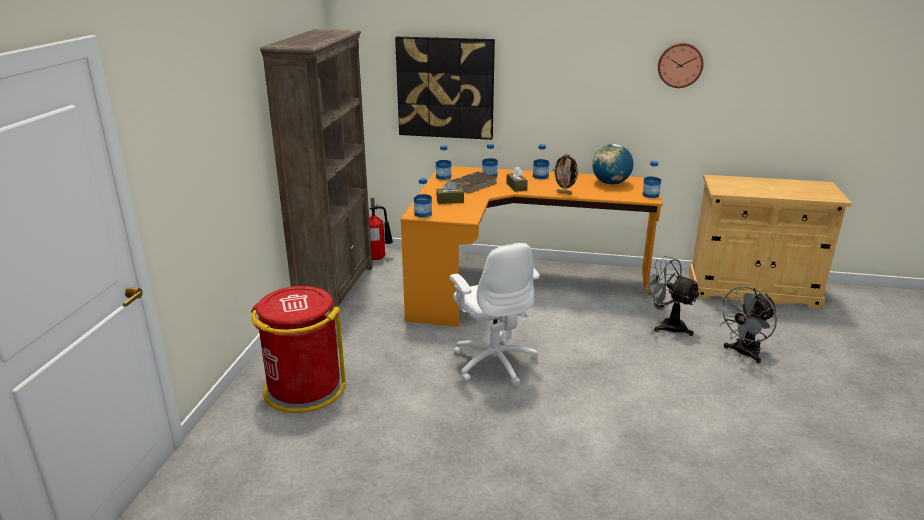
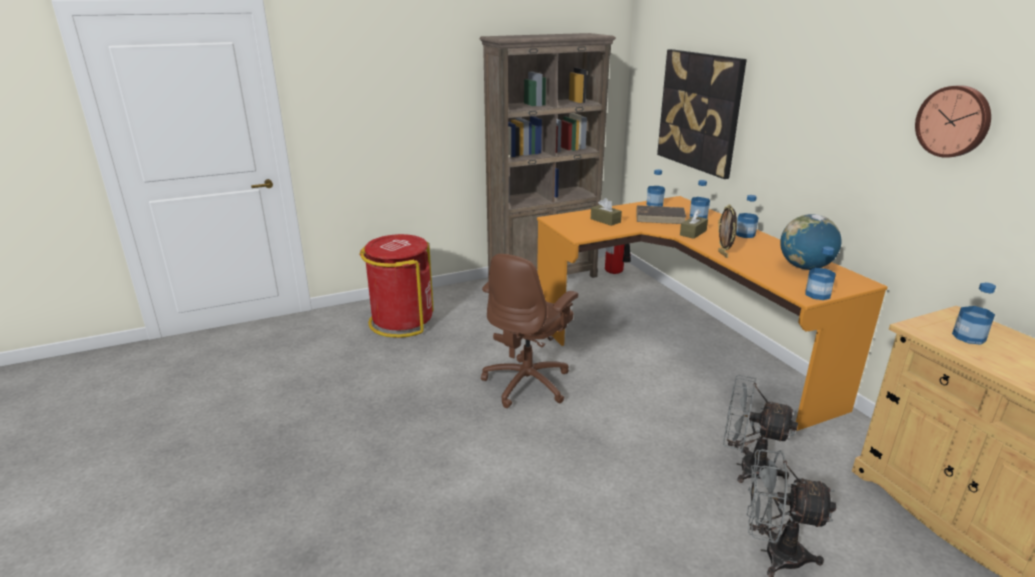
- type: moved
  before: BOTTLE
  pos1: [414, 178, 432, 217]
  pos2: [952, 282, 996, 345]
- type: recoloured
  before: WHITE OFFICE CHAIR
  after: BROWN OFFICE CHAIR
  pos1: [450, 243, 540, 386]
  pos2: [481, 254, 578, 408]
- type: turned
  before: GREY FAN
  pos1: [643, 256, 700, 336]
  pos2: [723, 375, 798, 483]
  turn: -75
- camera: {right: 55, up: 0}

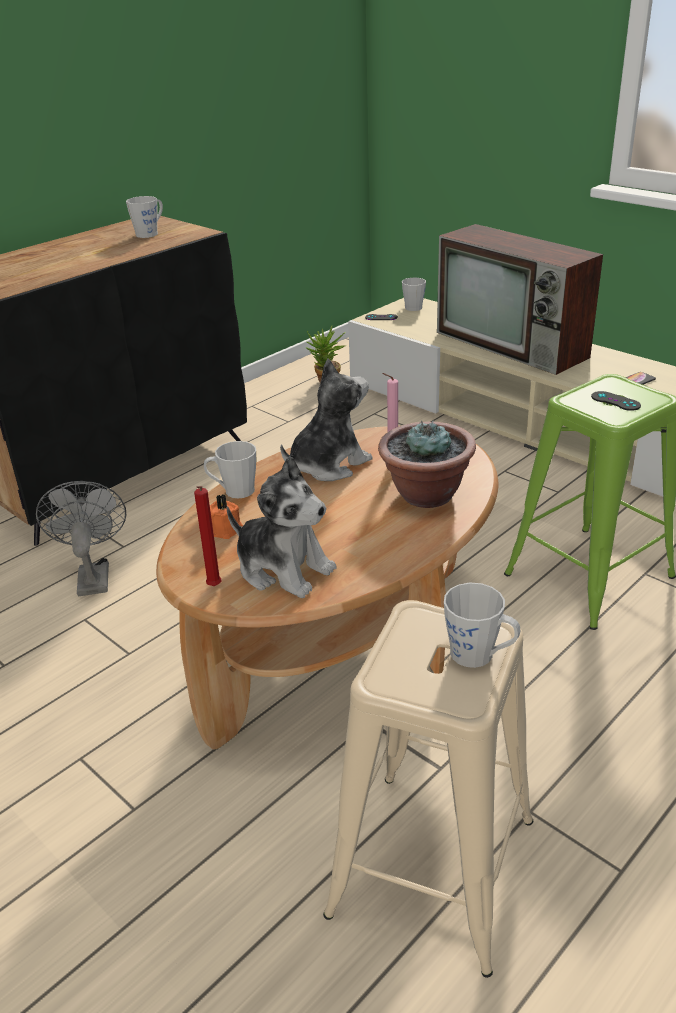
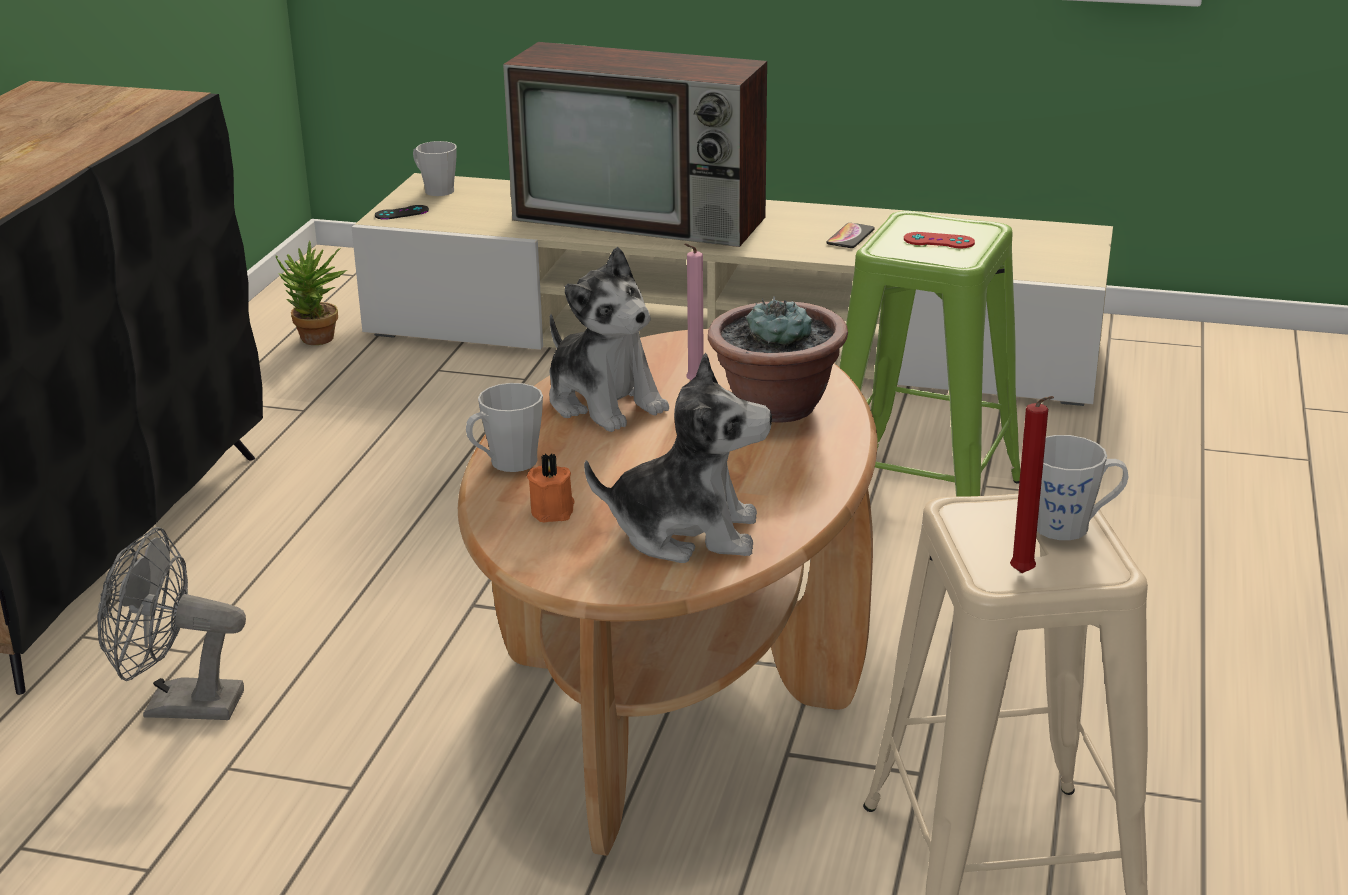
- type: removed
  before: GREY MUG
  pos1: [126, 196, 163, 238]
- type: turned
  before: PLUSH TOY
  pos1: [280, 358, 372, 481]
  pos2: [549, 247, 669, 432]
  turn: 120
- type: recoloured
  before: BLACK GAME CONTROLLER
  after: RED GAME CONTROLLER
  pos1: [591, 391, 641, 411]
  pos2: [904, 232, 975, 248]
- type: turned
  before: GREY FAN
  pos1: [36, 481, 126, 596]
  pos2: [97, 527, 246, 720]
  turn: -45
- type: moved
  before: RED CANDLE
  pos1: [194, 486, 221, 586]
  pos2: [1010, 396, 1054, 573]
- camera: {right: -30, up: -5}

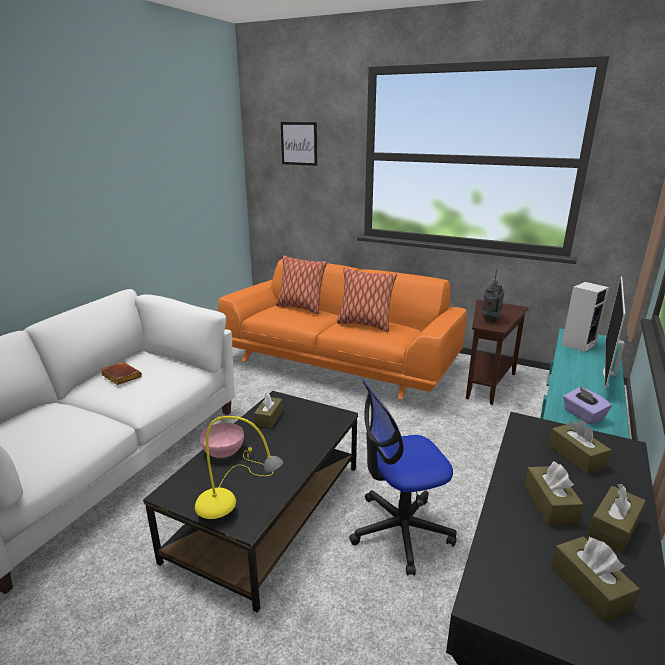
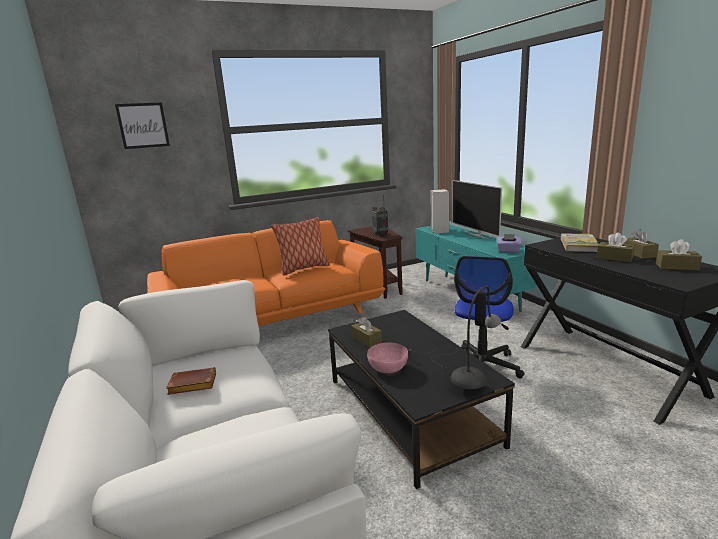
- type: removed
  before: PILLOW
  pos1: [276, 255, 327, 315]
- type: recoloured
  before: YELLOW TABLE LAMP
  after: GREY TABLE LAMP
  pos1: [195, 416, 283, 519]
  pos2: [408, 286, 501, 389]
- type: replaced
  before: BROWN TISSUE BOX
  after: BOOK
  pos1: [549, 420, 611, 474]
  pos2: [561, 233, 599, 252]
- camera: {right: -50, up: -5}

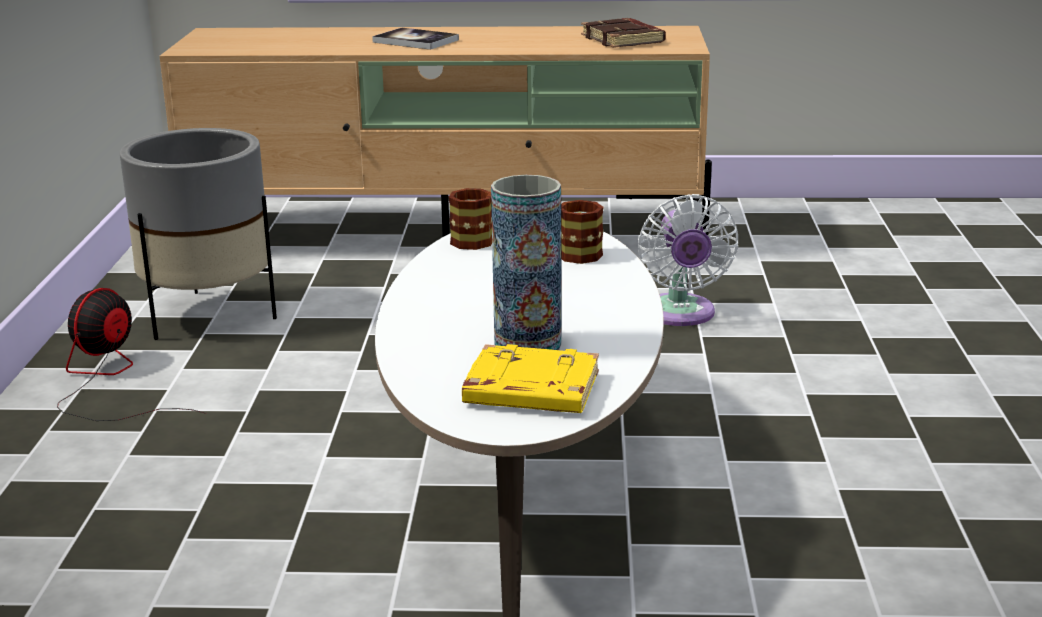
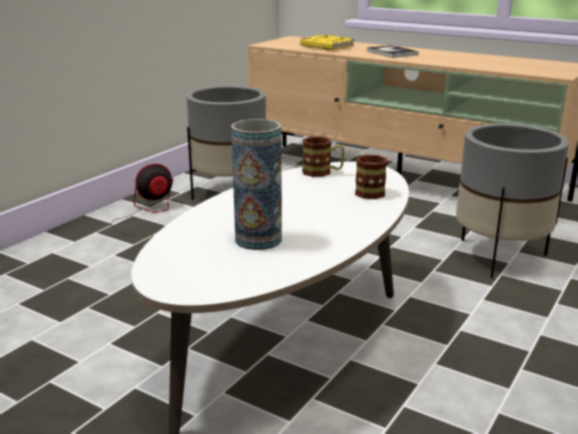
- type: removed
  before: BROWN BOOK
  pos1: [581, 18, 666, 48]
- type: replaced
  before: WHITE FAN
  after: GREY PLANTER
  pos1: [638, 194, 738, 326]
  pos2: [456, 123, 569, 278]
- type: moved
  before: YELLOW BOOK
  pos1: [462, 344, 599, 413]
  pos2: [300, 34, 354, 50]
- camera: {right: 30, up: 0}

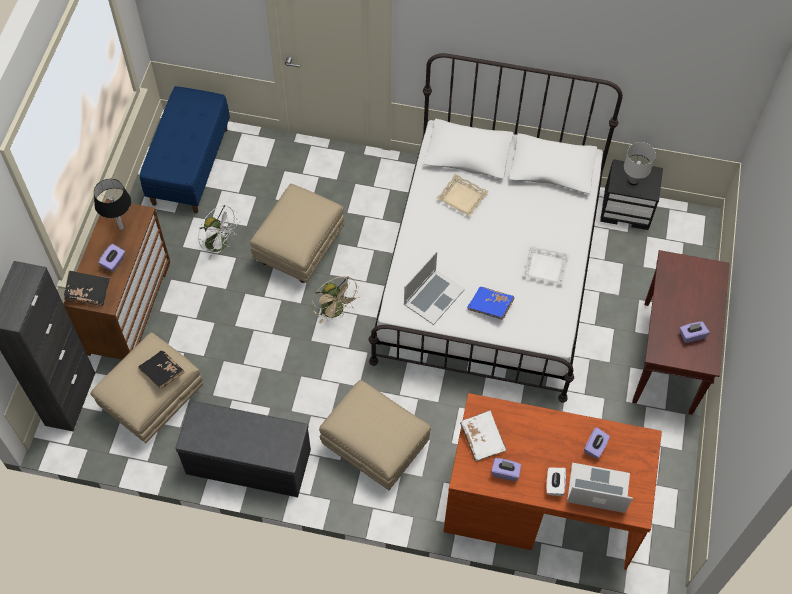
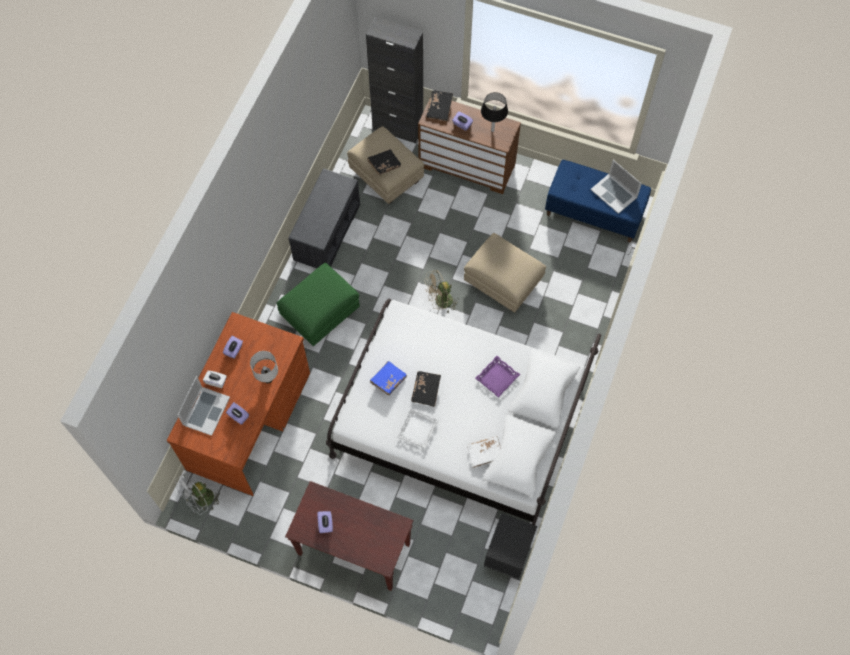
- type: moved
  before: WHITE TABLE LAMP
  pos1: [624, 142, 656, 185]
  pos2: [250, 351, 278, 383]
- type: recoloured
  before: BEIGE TRAY
  after: PURPLE TRAY
  pos1: [436, 174, 489, 216]
  pos2: [475, 356, 520, 398]
- type: moved
  before: WHITE FAN
  pos1: [198, 205, 238, 260]
  pos2: [175, 475, 219, 515]
- type: moved
  before: LAPTOP
  pos1: [404, 251, 465, 325]
  pos2: [591, 160, 642, 214]
- type: recoloured
  before: BEIGE OTTOMAN
  after: GREEN OTTOMAN
  pos1: [319, 380, 431, 490]
  pos2: [277, 262, 360, 346]
- type: moved
  before: WHITE BOOK
  pos1: [460, 410, 507, 461]
  pos2: [467, 436, 500, 468]
- type: added
  after: BLACK BOOK
  pos2: [411, 371, 441, 407]
- camera: {right: 100, up: 5}

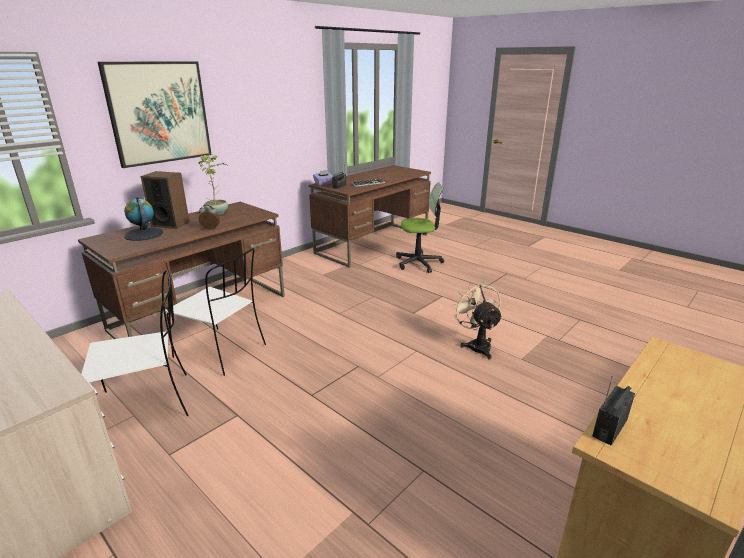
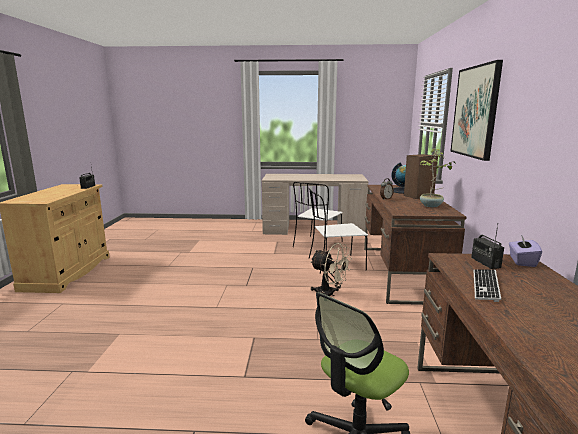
- type: moved
  before: BEIGE FAN
  pos1: [452, 281, 503, 359]
  pos2: [310, 243, 352, 296]
- camera: {right: 140, up: -10}

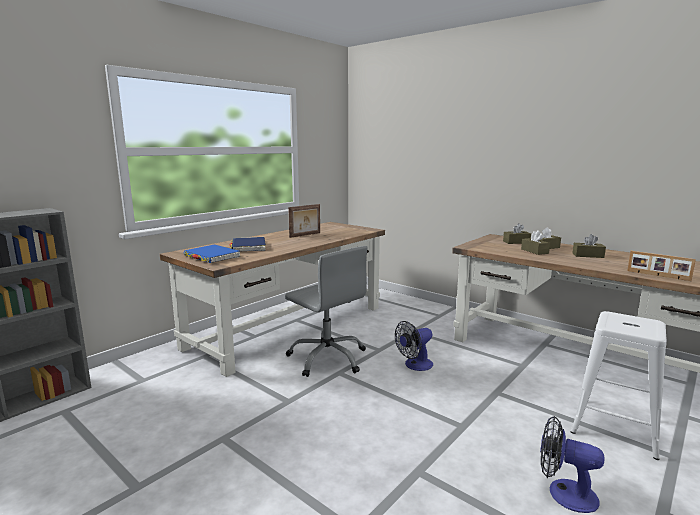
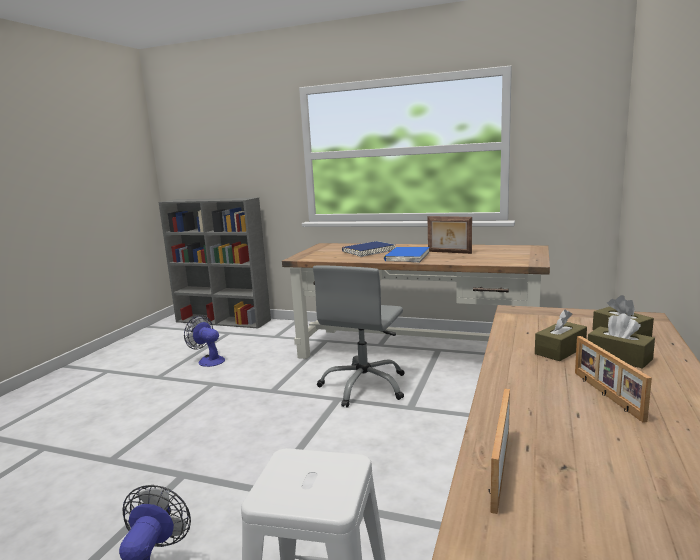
- type: replaced
  before: BROWN TISSUE BOX
  after: PICTURE FRAME
  pos1: [573, 234, 606, 258]
  pos2: [575, 336, 652, 423]
- type: moved
  before: BLUE BOOK
  pos1: [184, 245, 240, 263]
  pos2: [384, 247, 430, 263]
- type: moved
  before: FAN
  pos1: [395, 321, 433, 371]
  pos2: [184, 315, 225, 367]
- camera: {right: 70, up: 0}

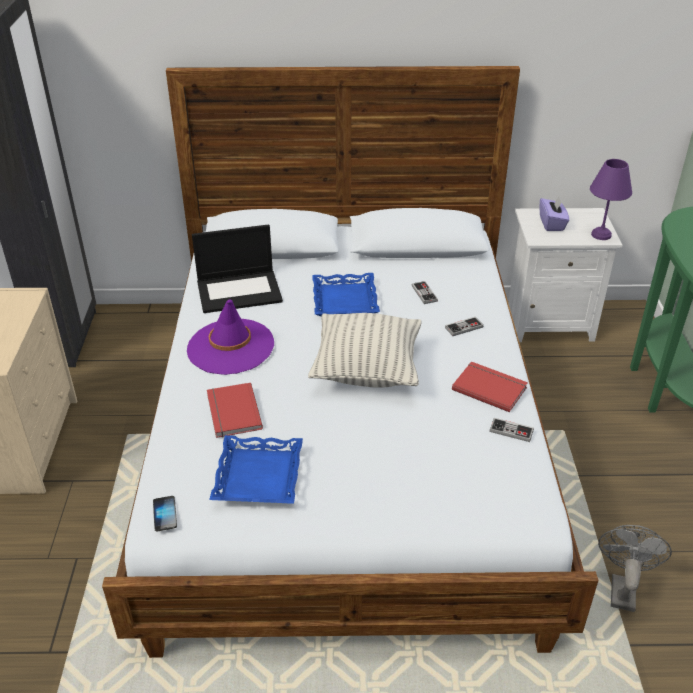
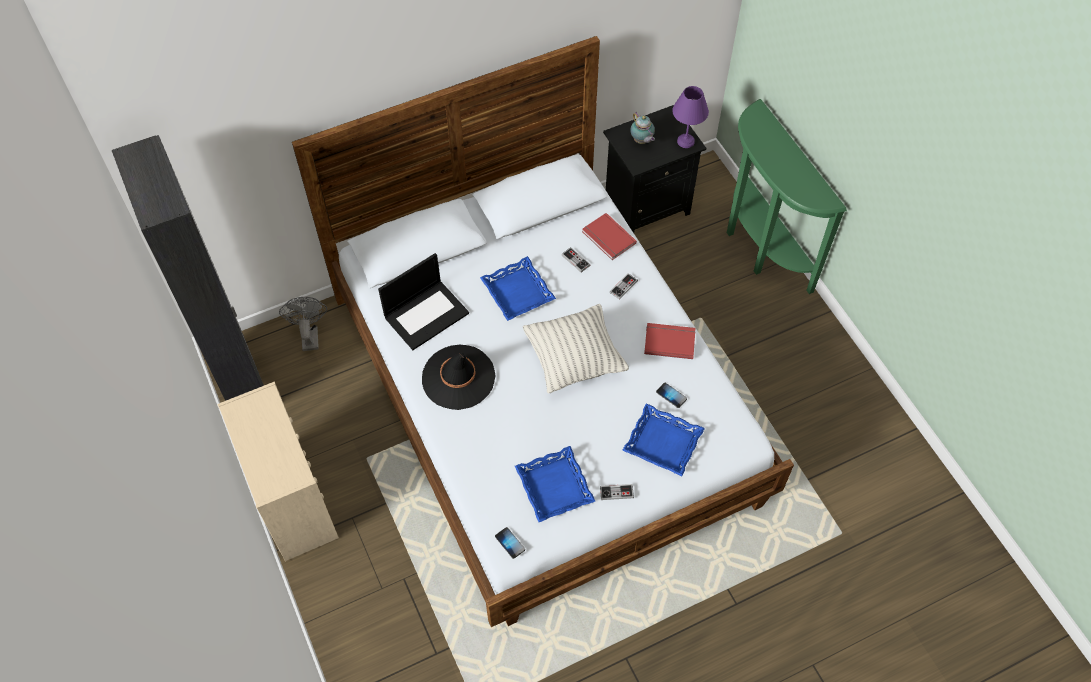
- type: replaced
  before: PURPLE TISSUE BOX
  after: TEAPOT
  pos1: [539, 196, 569, 231]
  pos2: [630, 112, 655, 144]
- type: recoloured
  before: WHITE NIGHTSTAND
  after: BLACK NIGHTSTAND
  pos1: [508, 208, 623, 342]
  pos2: [603, 105, 706, 233]
- type: recoloured
  before: PURPLE HAT
  after: BLACK HAT
  pos1: [187, 300, 274, 375]
  pos2: [422, 345, 495, 410]
- type: moved
  before: RED BOOK
  pos1: [207, 383, 263, 438]
  pos2: [582, 213, 637, 260]
- type: moved
  before: GAME CONTROLLER
  pos1: [489, 418, 534, 442]
  pos2: [600, 484, 634, 500]
- type: moved
  before: GREY FAN
  pos1: [598, 525, 672, 612]
  pos2: [279, 297, 327, 351]
- type: added
  after: PHONE
  pos2: [656, 383, 687, 408]
- type: added
  after: BLUE TRAY
  pos2: [622, 404, 705, 476]
- camera: {right: -25, up: 20}

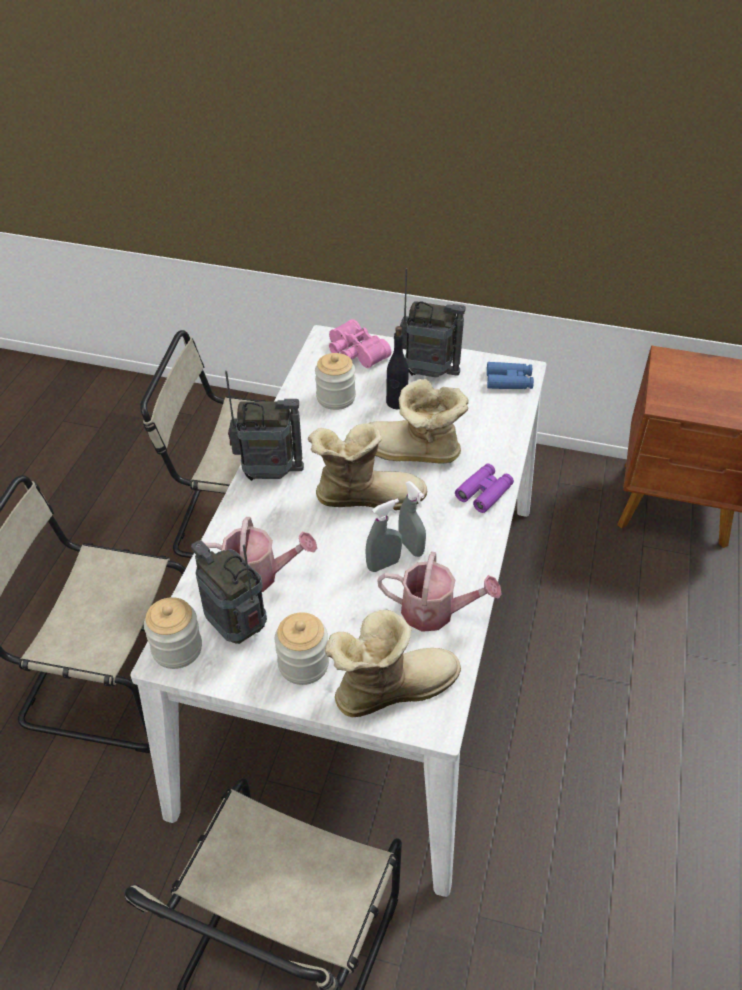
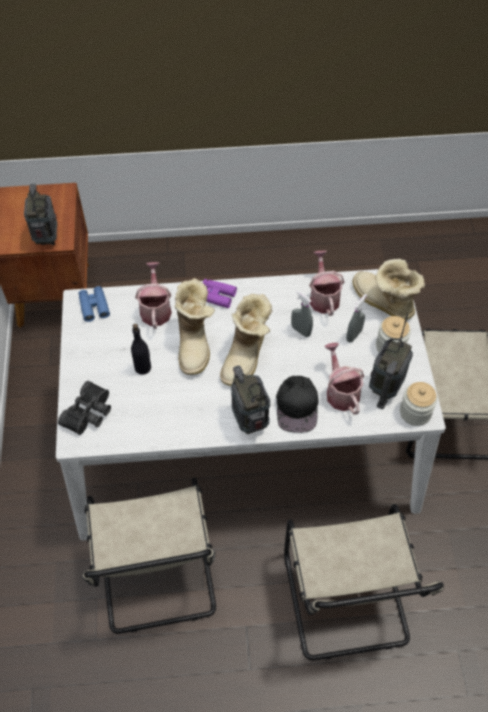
- type: moved
  before: RADIO
  pos1: [400, 268, 466, 378]
  pos2: [24, 184, 57, 245]
- type: recoloured
  before: PINK BINOCULARS
  after: BLACK BINOCULARS
  pos1: [329, 319, 391, 368]
  pos2: [58, 381, 111, 435]
- type: removed
  before: JAR
  pos1: [315, 353, 356, 410]
- type: turned
  before: BOOT
  pos1: [308, 424, 427, 511]
  pos2: [220, 294, 272, 386]
  turn: -135
- type: moved
  before: GREY SPRAY BOTTLE
  pos1: [398, 481, 426, 557]
  pos2: [346, 294, 367, 342]
- type: added
  after: WATERING CAN
  pos2: [135, 262, 172, 329]
- type: added
  after: BLACK CAP
  pos2: [276, 376, 319, 433]
- camera: {right: -110, up: 10}

